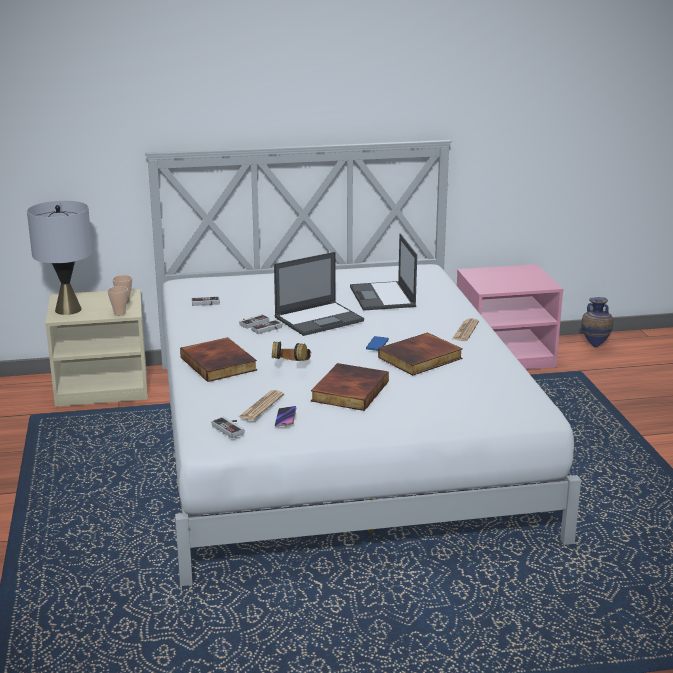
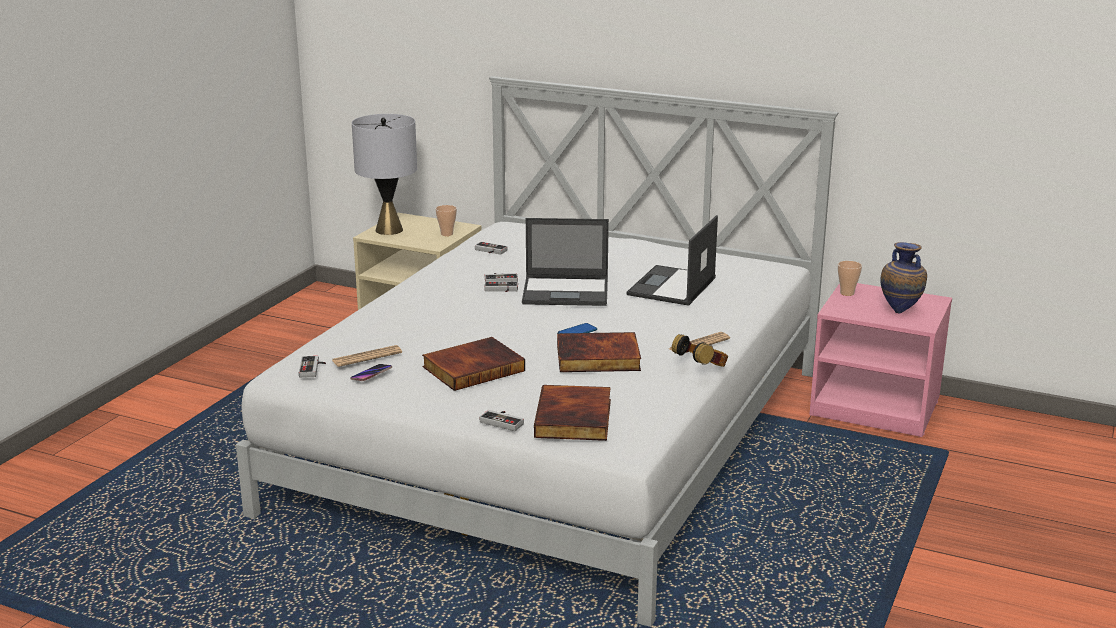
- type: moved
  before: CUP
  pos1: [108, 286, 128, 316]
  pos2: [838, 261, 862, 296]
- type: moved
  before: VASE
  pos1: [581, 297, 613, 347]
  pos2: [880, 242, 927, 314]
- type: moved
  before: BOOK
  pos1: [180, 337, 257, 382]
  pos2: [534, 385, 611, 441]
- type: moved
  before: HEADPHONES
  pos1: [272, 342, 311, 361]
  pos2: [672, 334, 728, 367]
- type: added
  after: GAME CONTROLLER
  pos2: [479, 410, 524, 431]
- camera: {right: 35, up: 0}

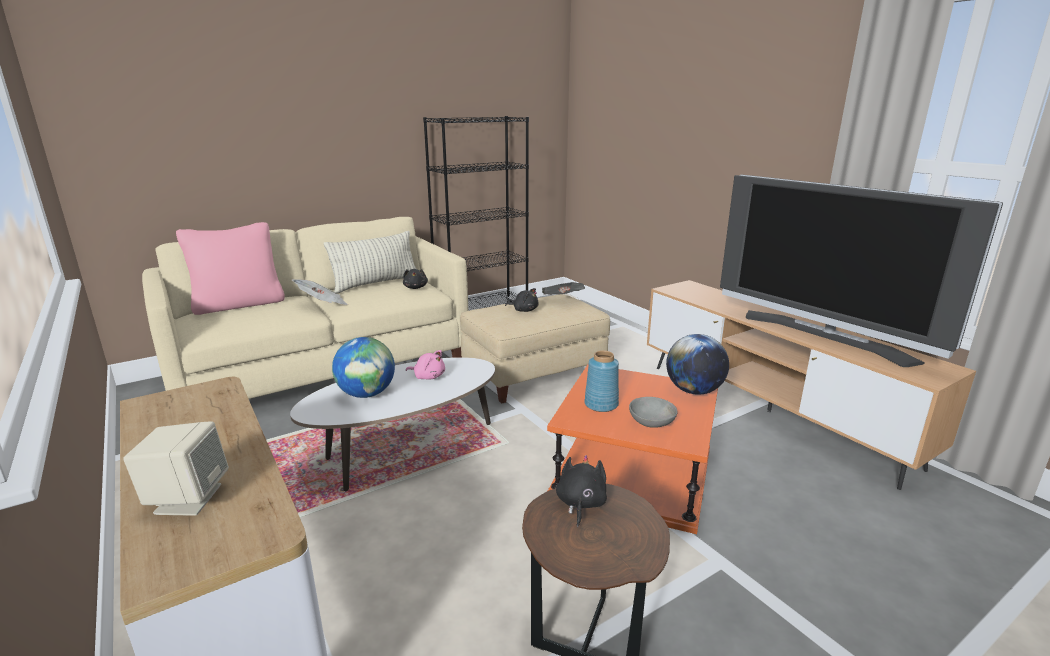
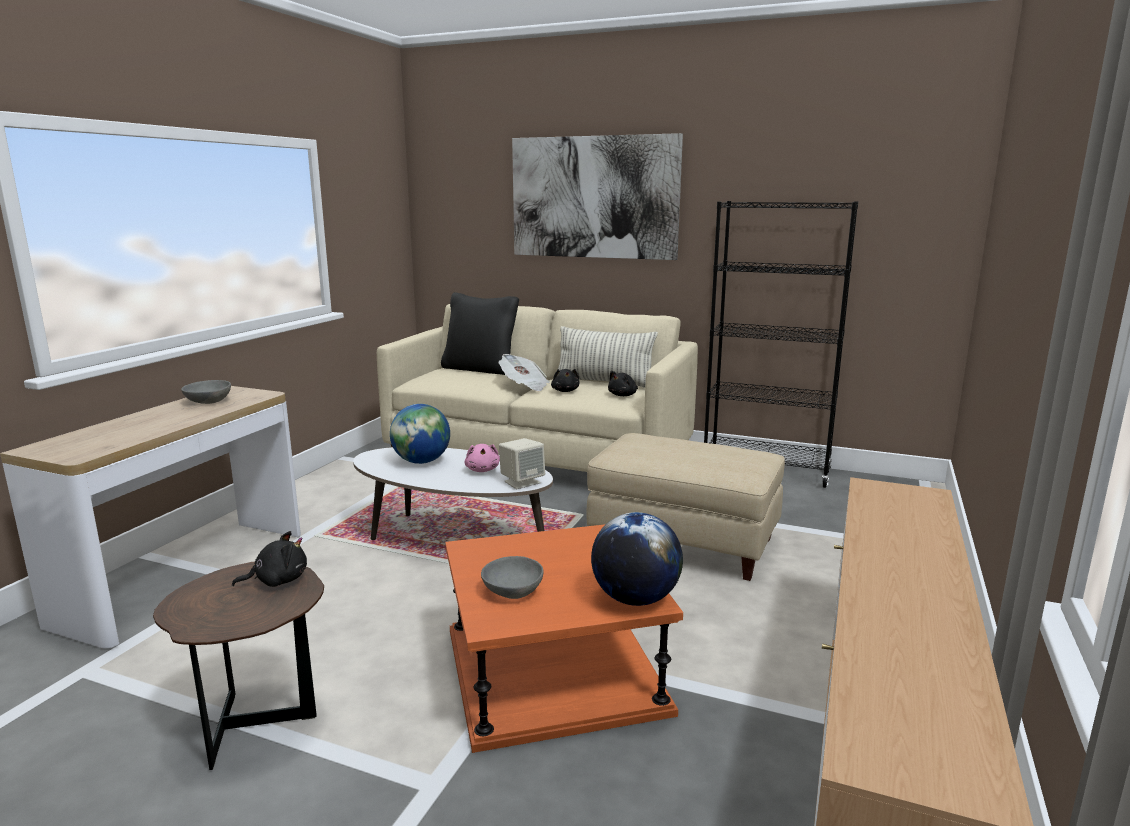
- type: removed
  before: TELEVISION
  pos1: [720, 174, 1003, 367]
- type: recoloured
  before: PINK PILLOW
  after: BLACK PILLOW
  pos1: [176, 222, 285, 315]
  pos2: [441, 292, 519, 375]
- type: removed
  before: NEWSPAPER
  pos1: [542, 282, 585, 295]
- type: moved
  before: BLACK PLUSH TOY
  pos1: [505, 288, 539, 312]
  pos2: [551, 369, 580, 392]
- type: removed
  before: BLUE VASE
  pos1: [584, 351, 619, 412]
- type: moved
  before: BEIGE SPEAKER
  pos1: [123, 421, 229, 516]
  pos2: [499, 438, 545, 489]
- type: added
  after: PICTURE
  pos2: [512, 133, 683, 260]
- type: added
  after: GREY BOWL
  pos2: [181, 380, 231, 404]
- camera: {right: 55, up: -5}

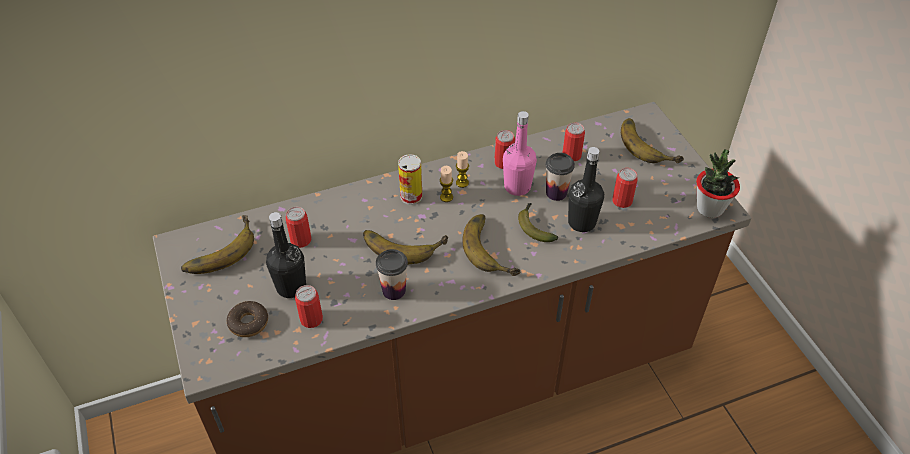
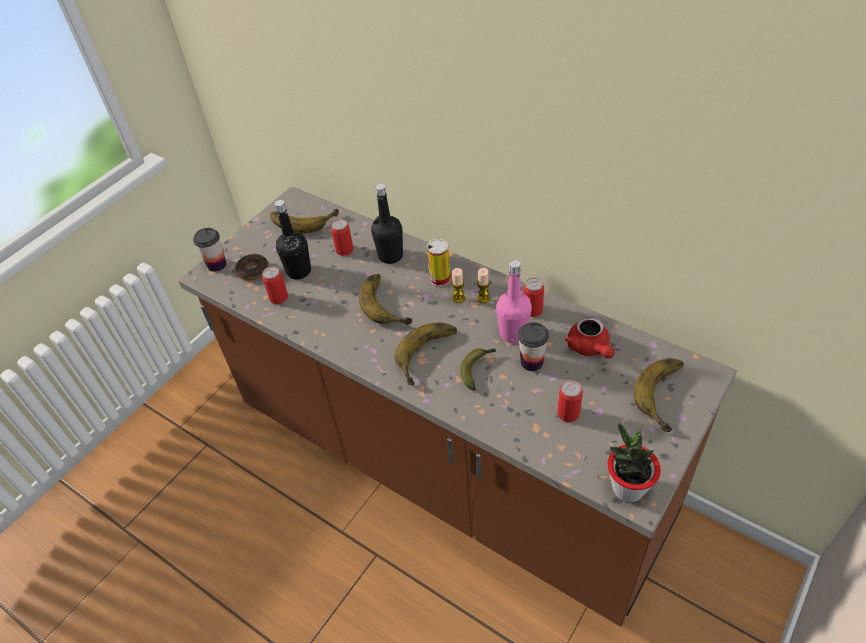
- type: replaced
  before: CAN
  after: RED TEAPOT
  pos1: [563, 123, 585, 161]
  pos2: [565, 316, 615, 359]
- type: moved
  before: BLACK BOTTLE
  pos1: [568, 147, 604, 232]
  pos2: [371, 184, 403, 264]
- type: moved
  before: CUP
  pos1: [376, 249, 408, 300]
  pos2: [193, 228, 226, 272]
- camera: {right: 60, up: 0}

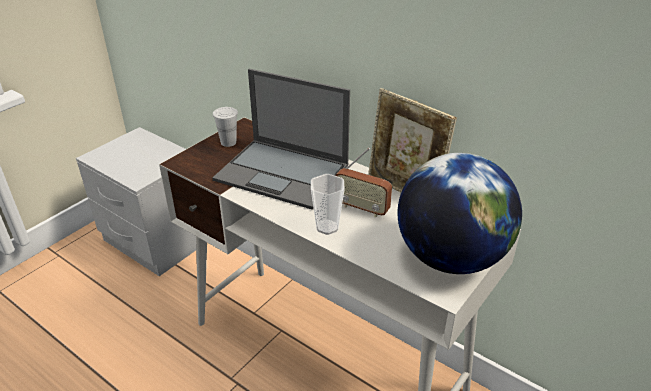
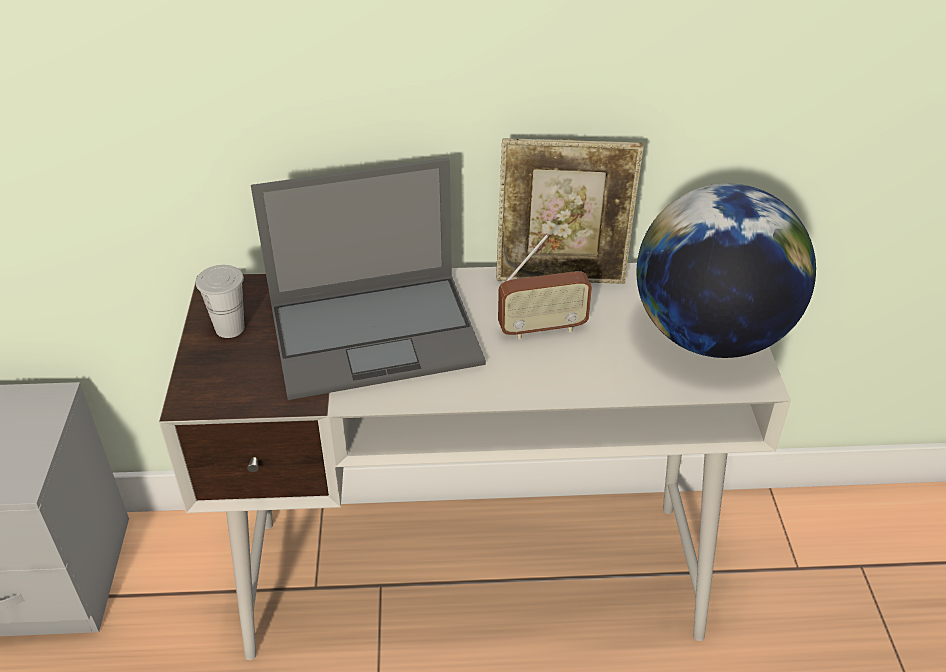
- type: removed
  before: CUP
  pos1: [311, 174, 345, 235]
- camera: {right: -40, up: 5}

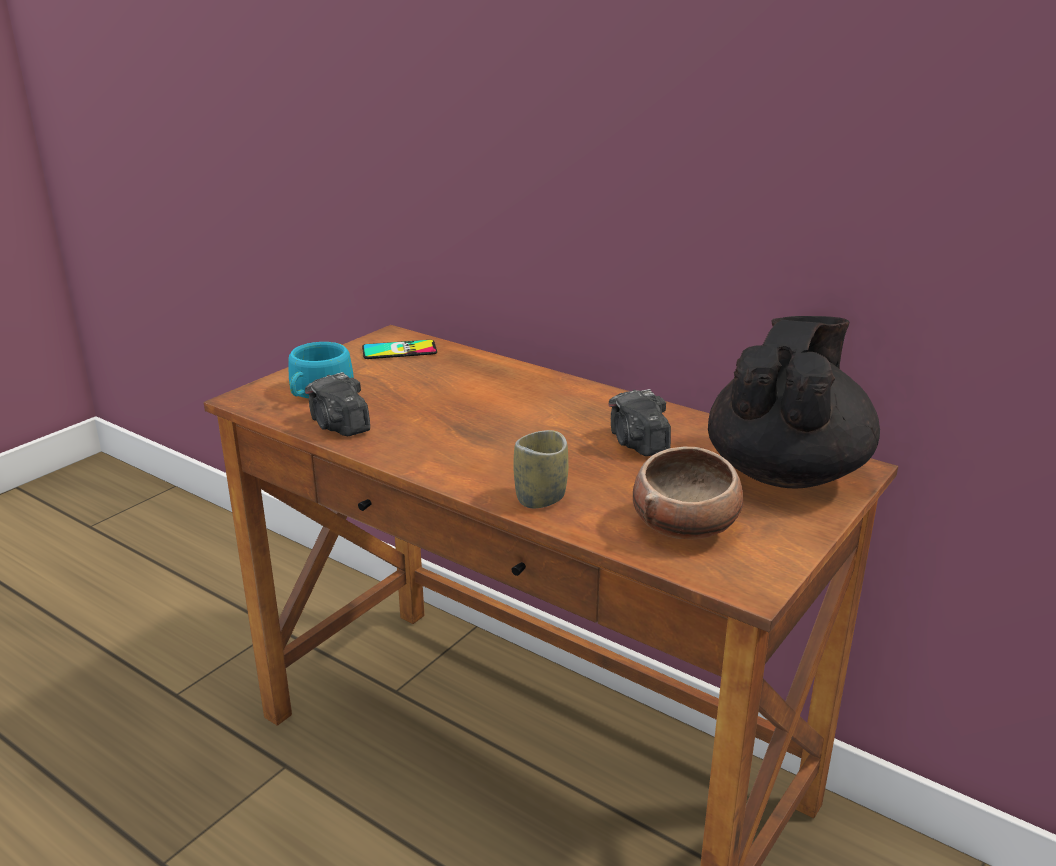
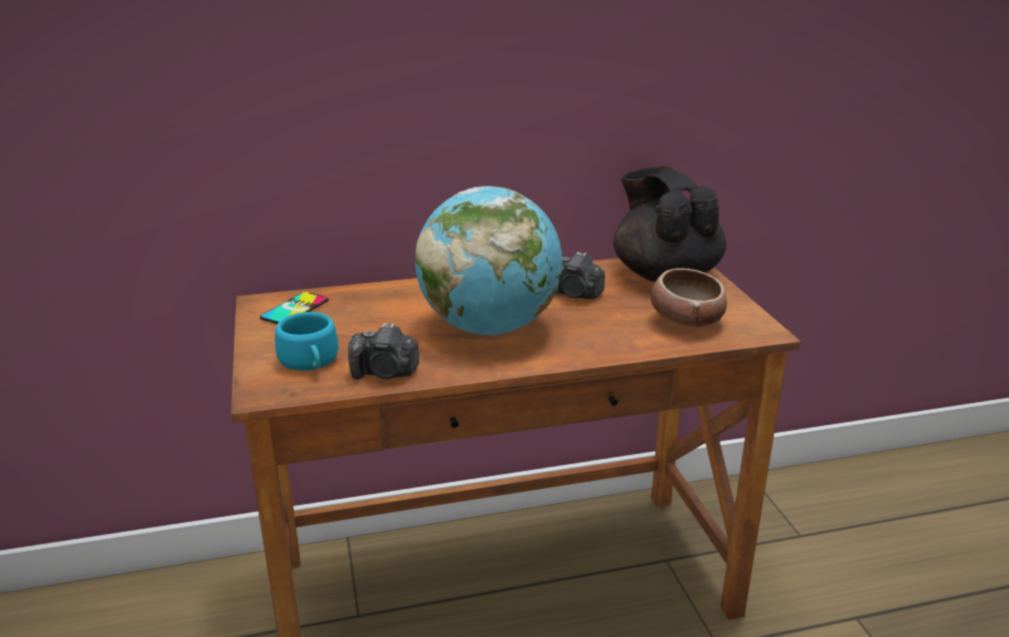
- type: removed
  before: CUP
  pos1: [513, 430, 568, 508]
- type: added
  after: GLOBE
  pos2: [415, 186, 562, 335]
- camera: {right: -50, up: 0}

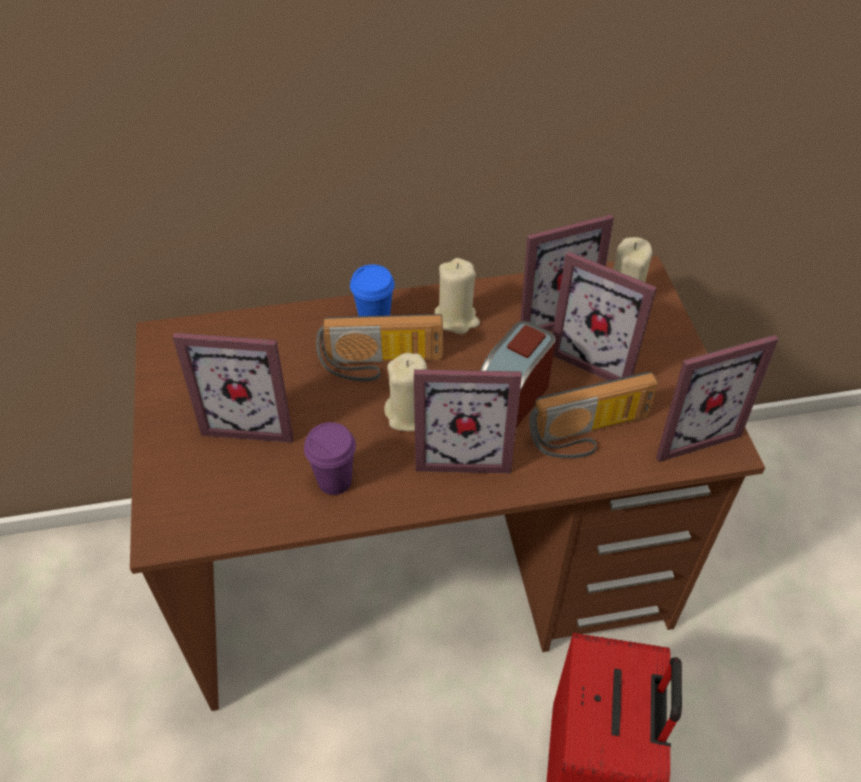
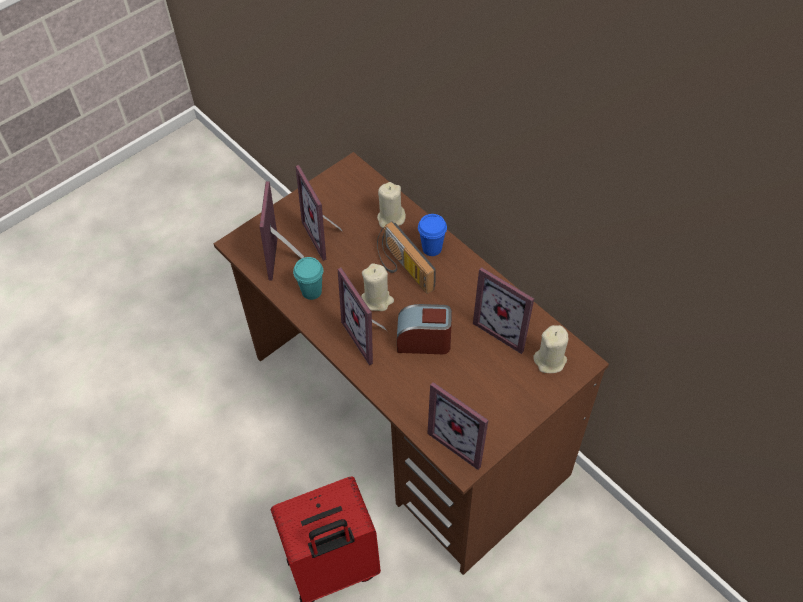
- type: moved
  before: PICTURE FRAME
  pos1: [552, 251, 657, 381]
  pos2: [260, 181, 304, 280]
- type: moved
  before: BEIGE CANDLE
  pos1: [435, 258, 480, 334]
  pos2: [377, 182, 406, 228]
- type: removed
  before: RADIO
  pos1: [529, 372, 658, 458]
- type: recoloured
  before: PURPLE CUP
  after: TURQUOISE CUP
  pos1: [304, 422, 356, 495]
  pos2: [293, 257, 323, 300]
- camera: {right: 60, up: 5}

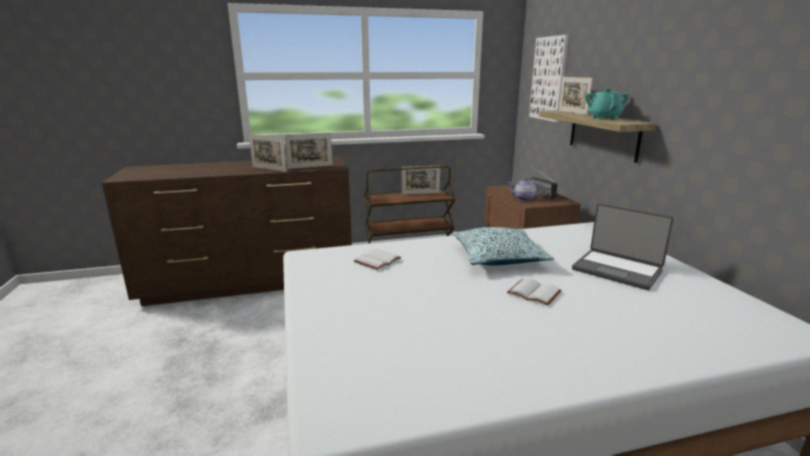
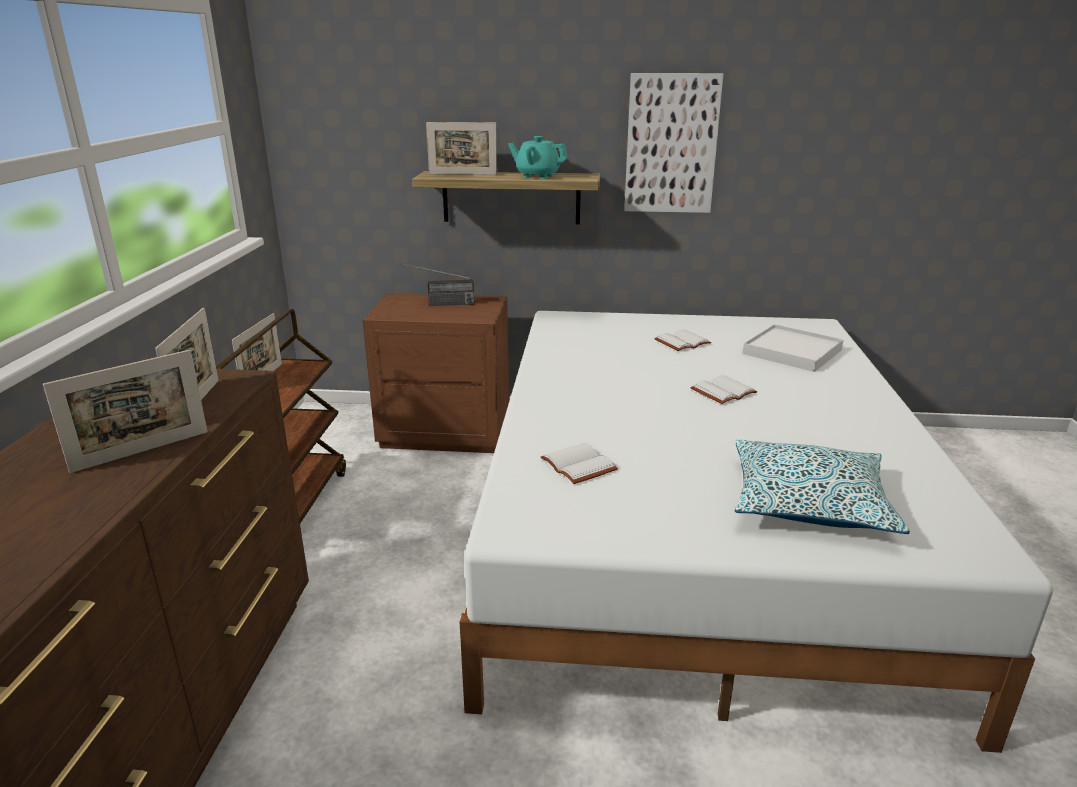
- type: moved
  before: PICTURE
  pos1: [529, 35, 569, 122]
  pos2: [624, 73, 723, 213]
- type: removed
  before: TEAPOT
  pos1: [508, 178, 544, 201]
- type: replaced
  before: LAPTOP
  after: WHITE BOOK
  pos1: [572, 203, 674, 290]
  pos2: [654, 329, 711, 351]
- type: moved
  before: PILLOW
  pos1: [452, 227, 555, 266]
  pos2: [735, 439, 910, 534]
- type: added
  after: WHITE TRAY
  pos2: [743, 324, 844, 372]
- camera: {right: -70, up: 5}

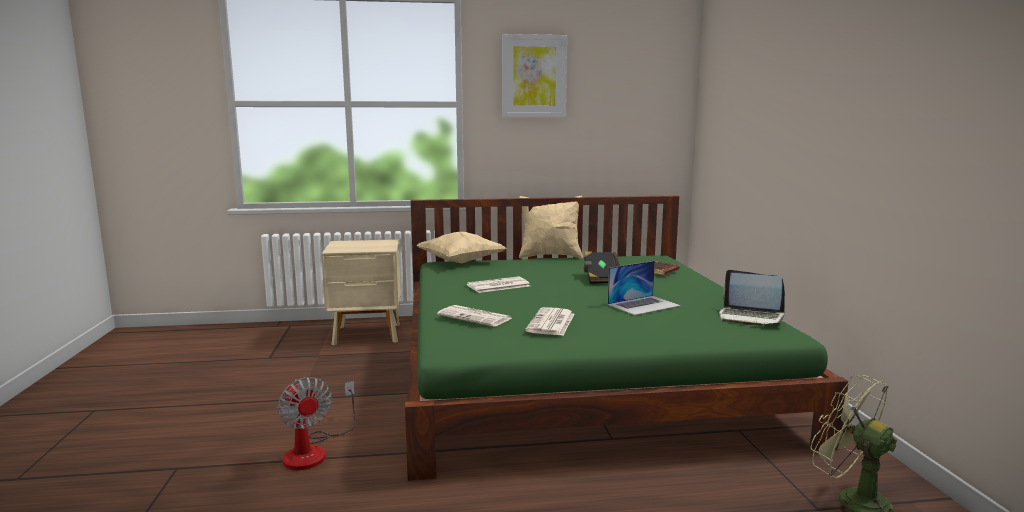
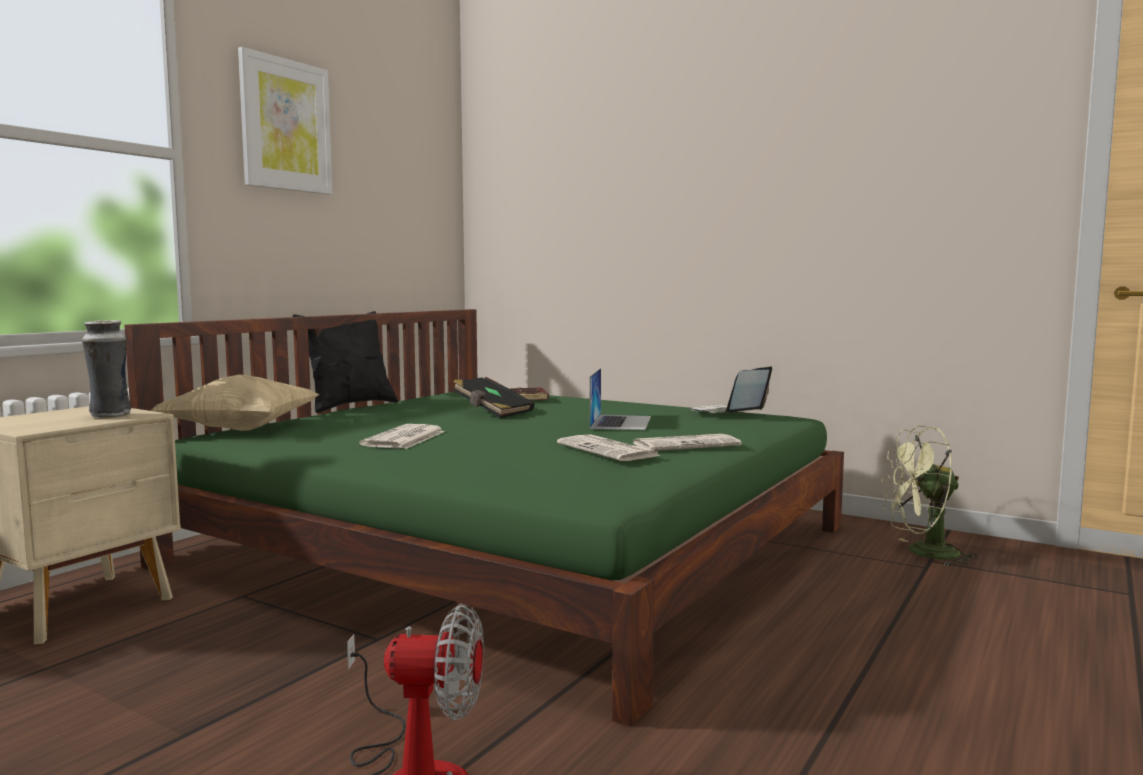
- type: recoloured
  before: BEIGE PILLOW
  after: BLACK PILLOW
  pos1: [519, 196, 583, 259]
  pos2: [293, 311, 398, 413]
- type: turned
  before: LAPTOP
  pos1: [719, 270, 785, 326]
  pos2: [689, 366, 772, 414]
  turn: 150
- type: moved
  before: NEWSPAPER
  pos1: [437, 305, 512, 327]
  pos2: [633, 434, 742, 451]
- type: added
  after: VASE
  pos2: [82, 320, 131, 418]
- camera: {right: -50, up: -5}

